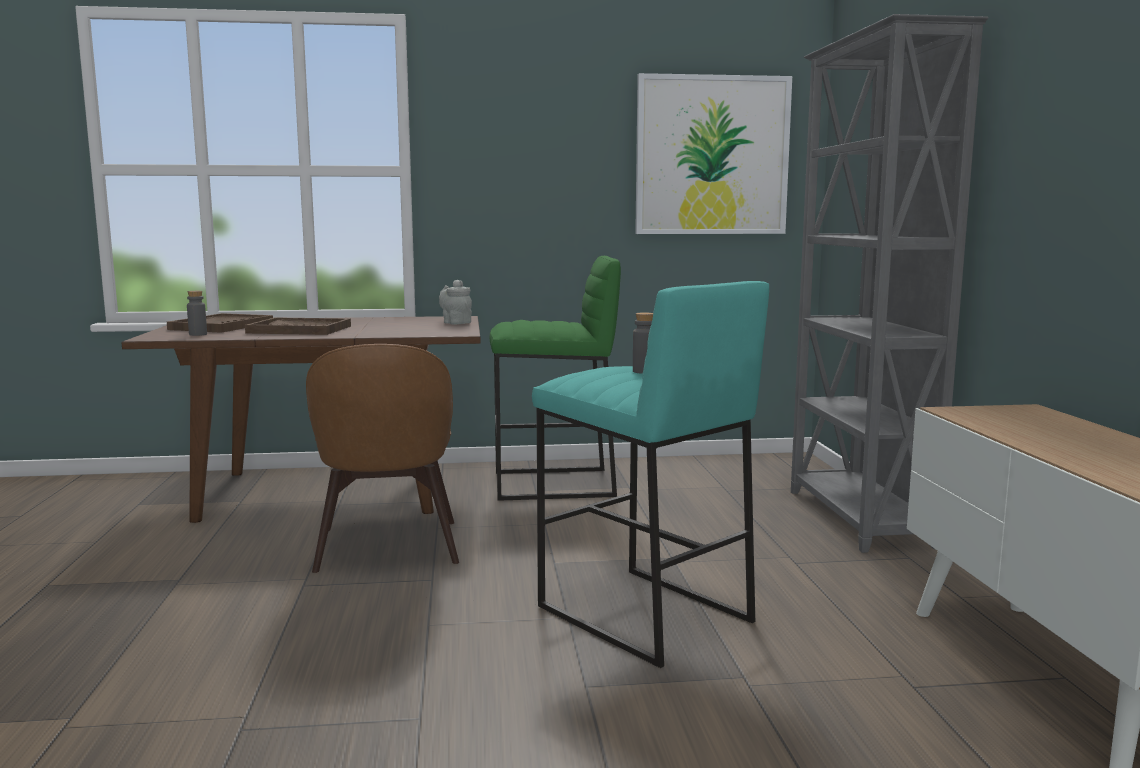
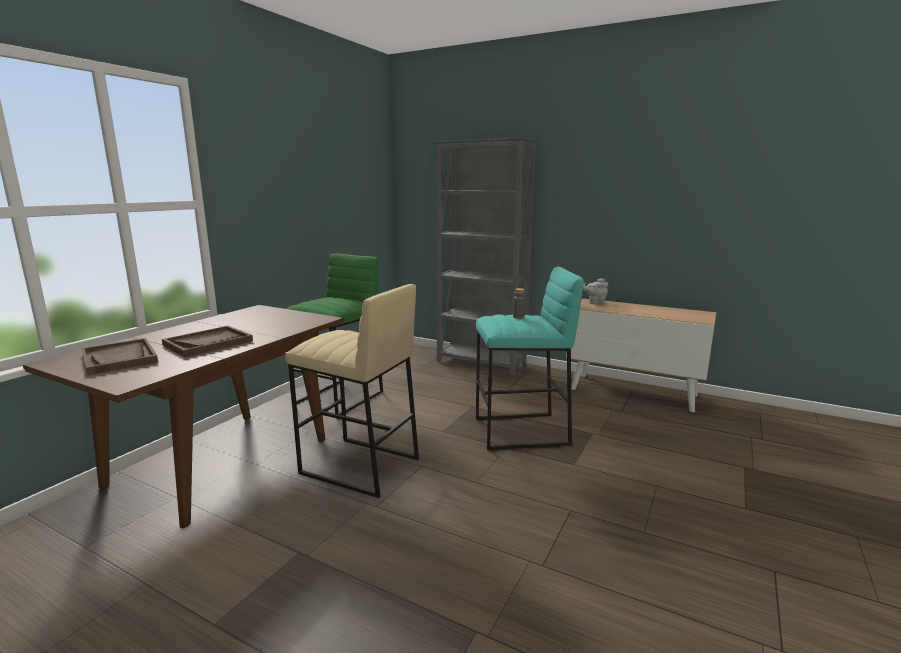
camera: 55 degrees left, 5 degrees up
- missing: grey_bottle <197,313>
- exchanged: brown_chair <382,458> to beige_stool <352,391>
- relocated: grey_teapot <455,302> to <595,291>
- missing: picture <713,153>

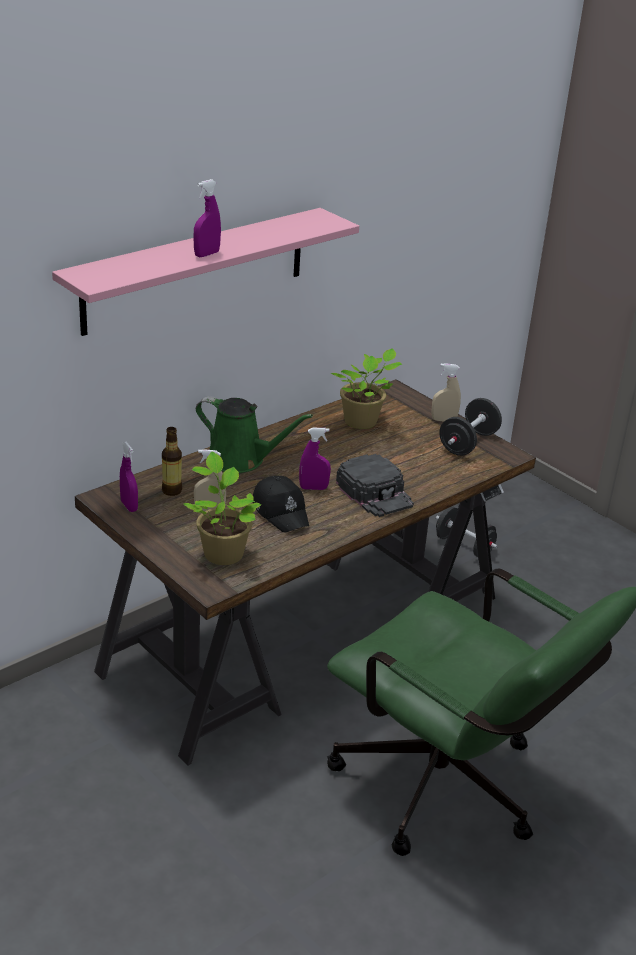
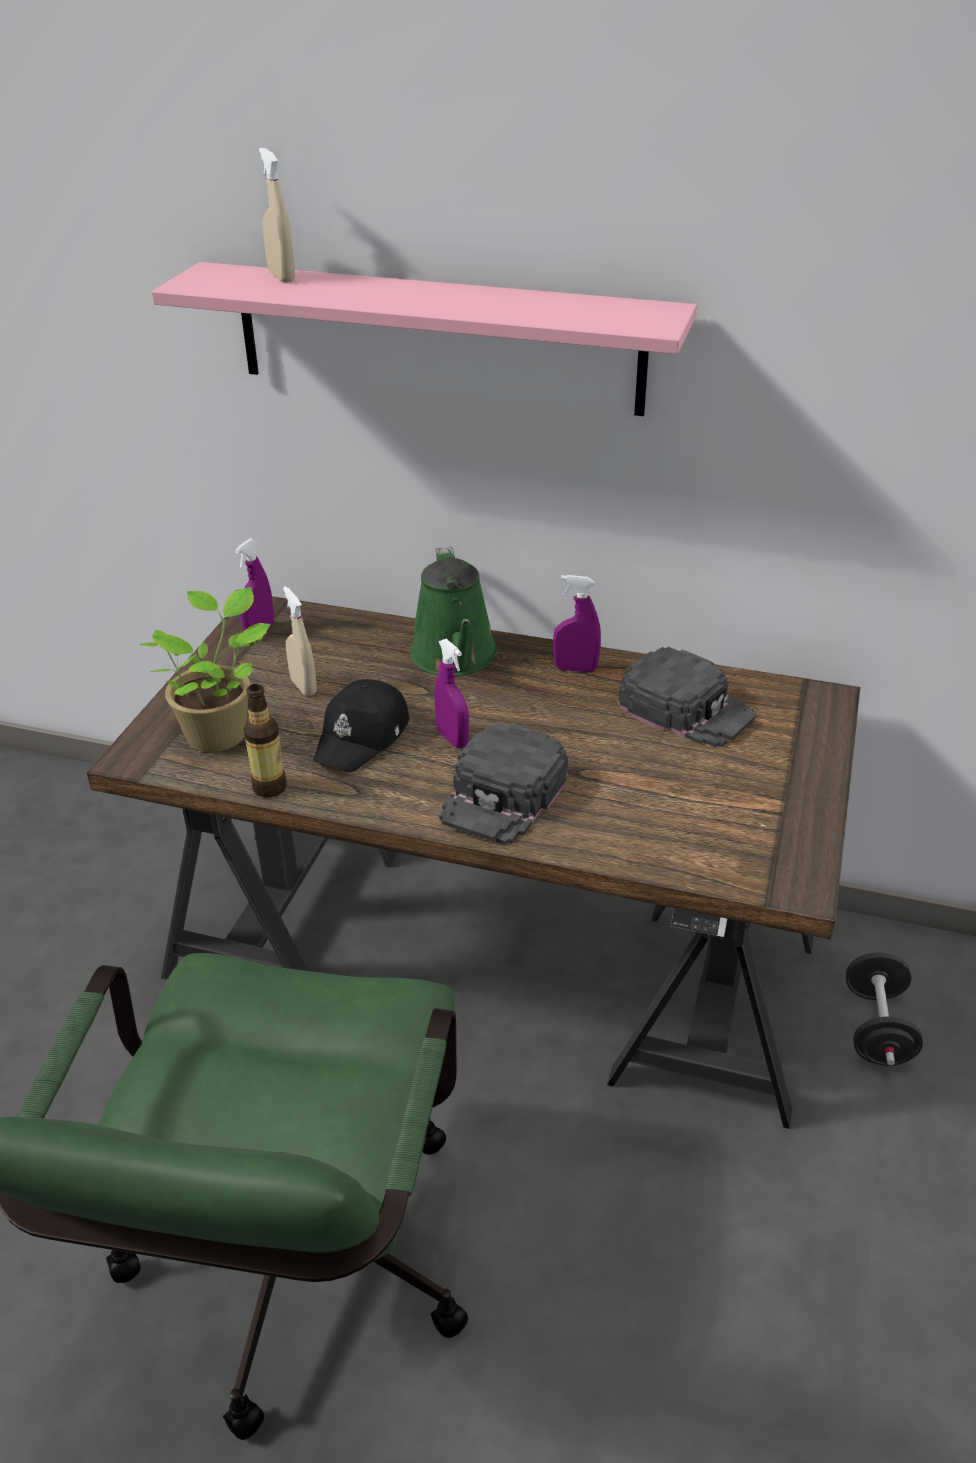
camera: 60 degrees right, 5 degrees up
- relocated: bottle <172,461> to <264,741>
- relocated: purple_spray_bottle <207,218> to <577,623>
- exchanged: potted_plant <366,388> to black_cap <687,697>
- relocated: beige_spray_bottle <446,392> to <277,215>
- missing: black_dumbbell <470,427>

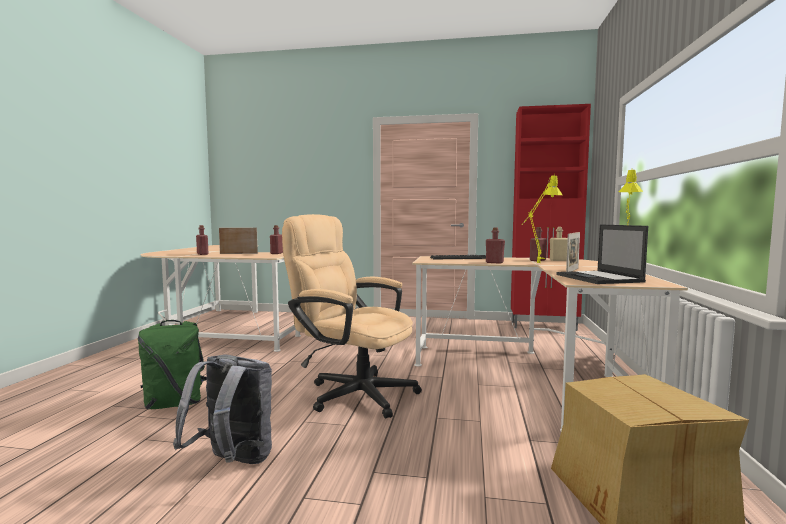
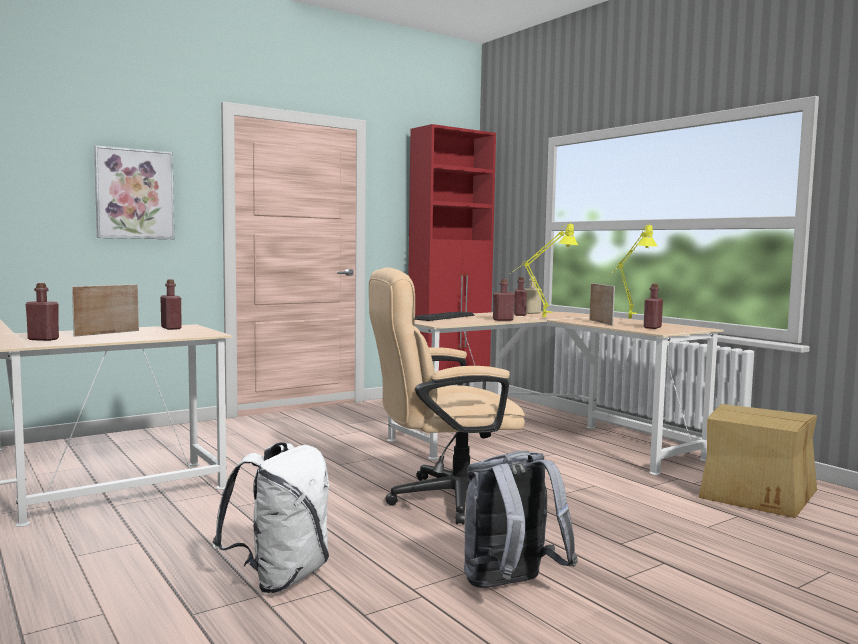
camera: 45 degrees left, 0 degrees up
- colour: green_backpack <172,364> to white_backpack <270,517>
- exchanged: laptop <602,254> to red_bottle <653,306>
- appeared: picture <134,192>

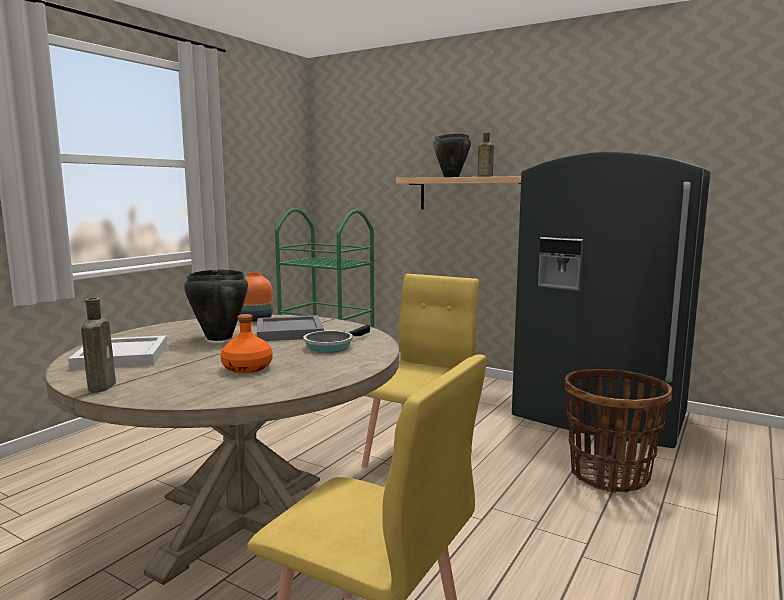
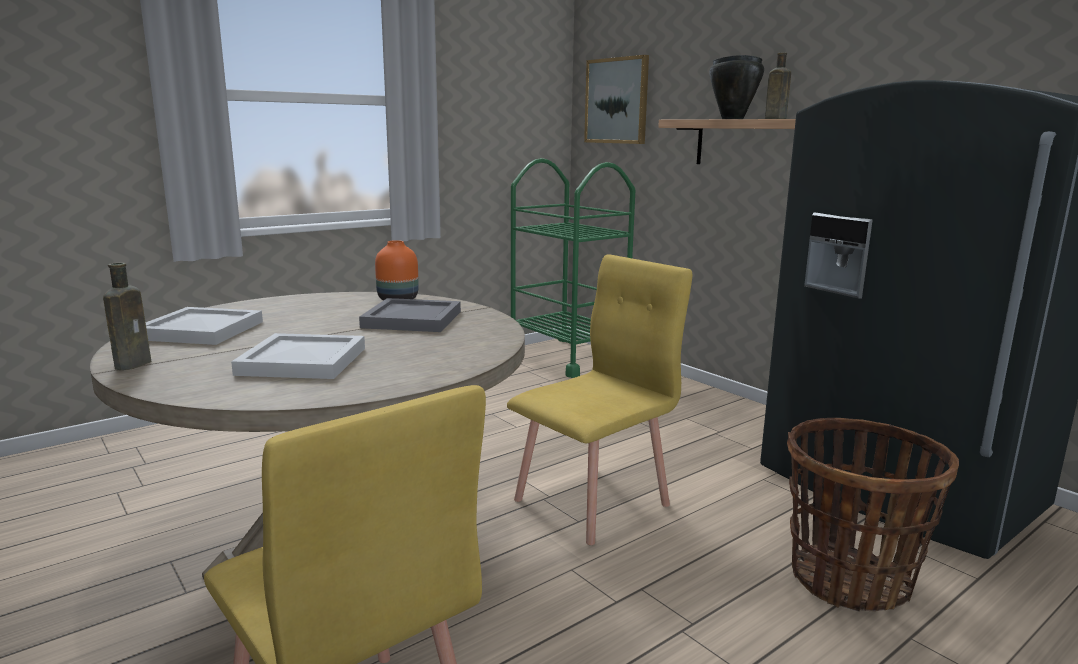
camera: 20 degrees right, 5 degrees up
- missing: black_cooking_pot <216,305>
- exchanged: orange_bottle <246,343> to white_tray <298,356>
- missing: frying_pan <336,339>
- appeared: picture <616,99>

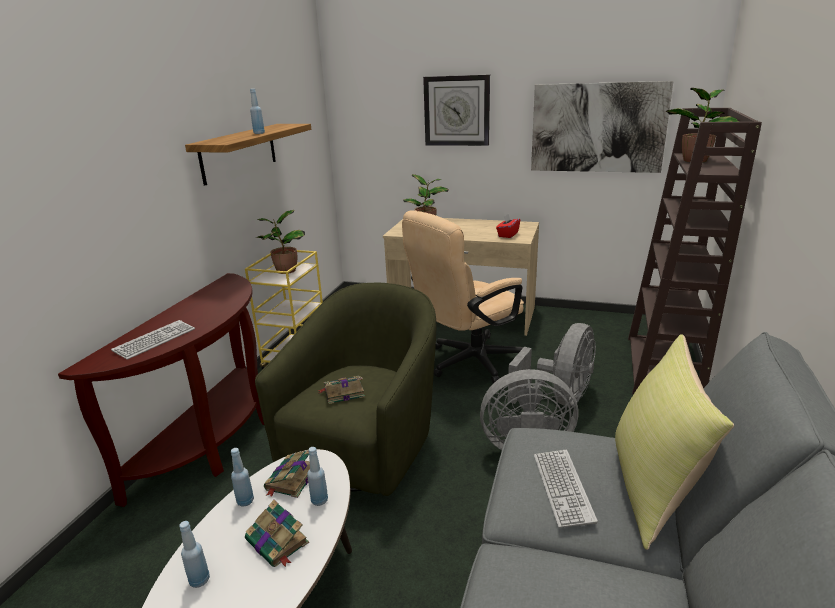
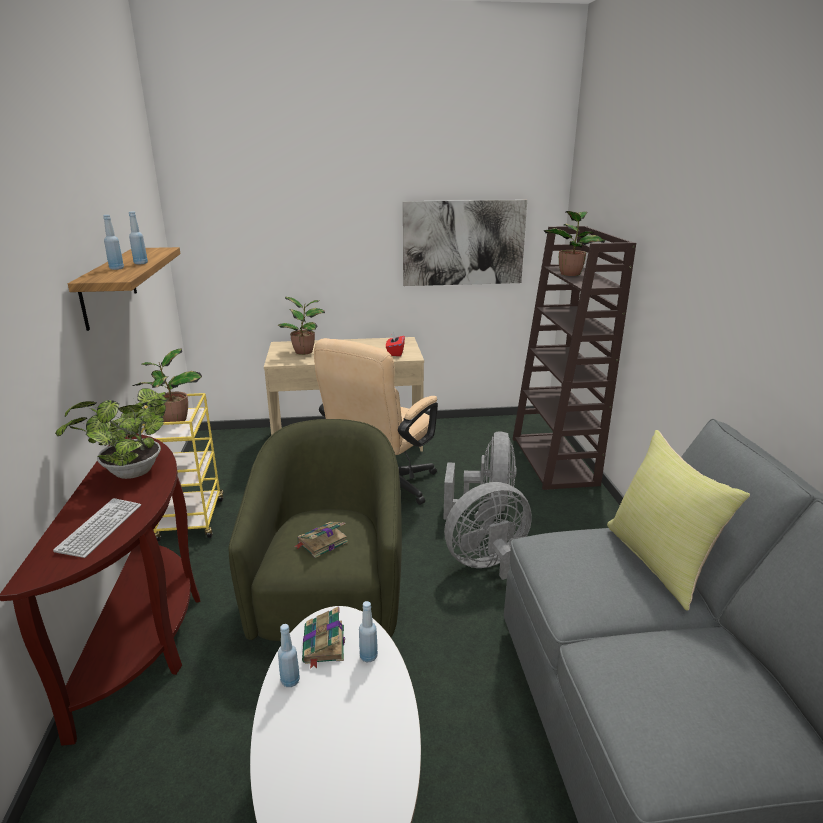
camera: 25 degrees left, 0 degrees up
- relocated: blue_bottle <194,554> to <113,242>
- missing: book <277,533>
- missing: wall_clock <456,110>
- missing: keyboard <566,489>
- appeared: potted_plant <111,433>

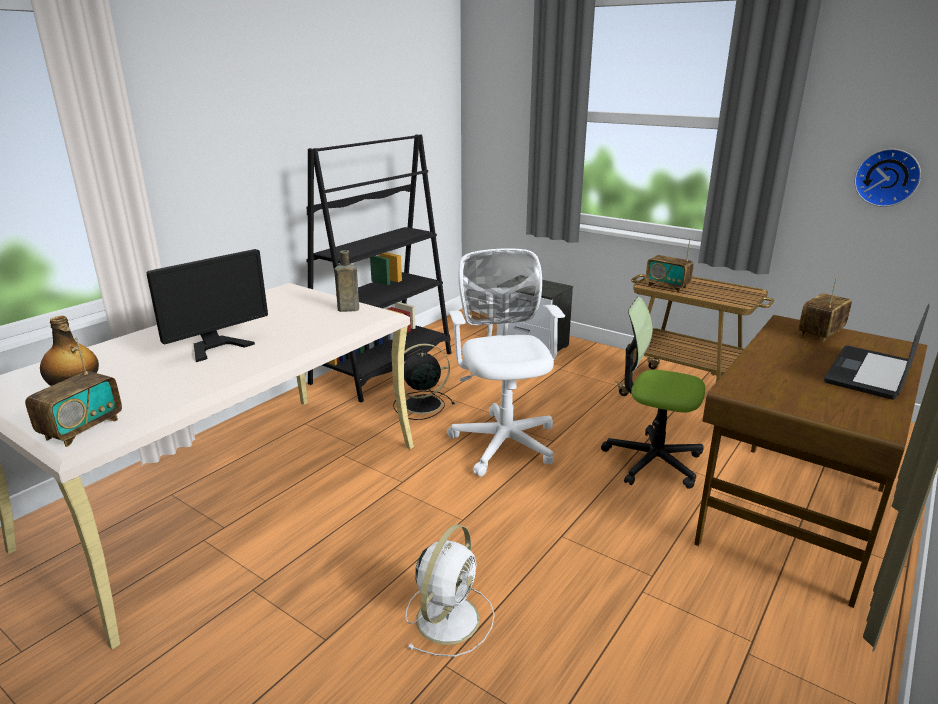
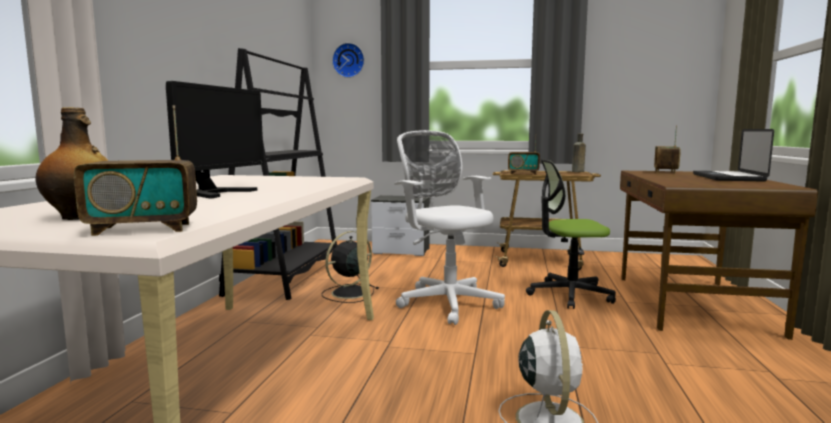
camera: 25 degrees left, 15 degrees down
- spun: radio <73,392> = <135,170> 75 degrees clockwise
- relocated: brown_bottle <346,281> to <579,153>
- relocated: wall_clock <887,178> to <348,60>

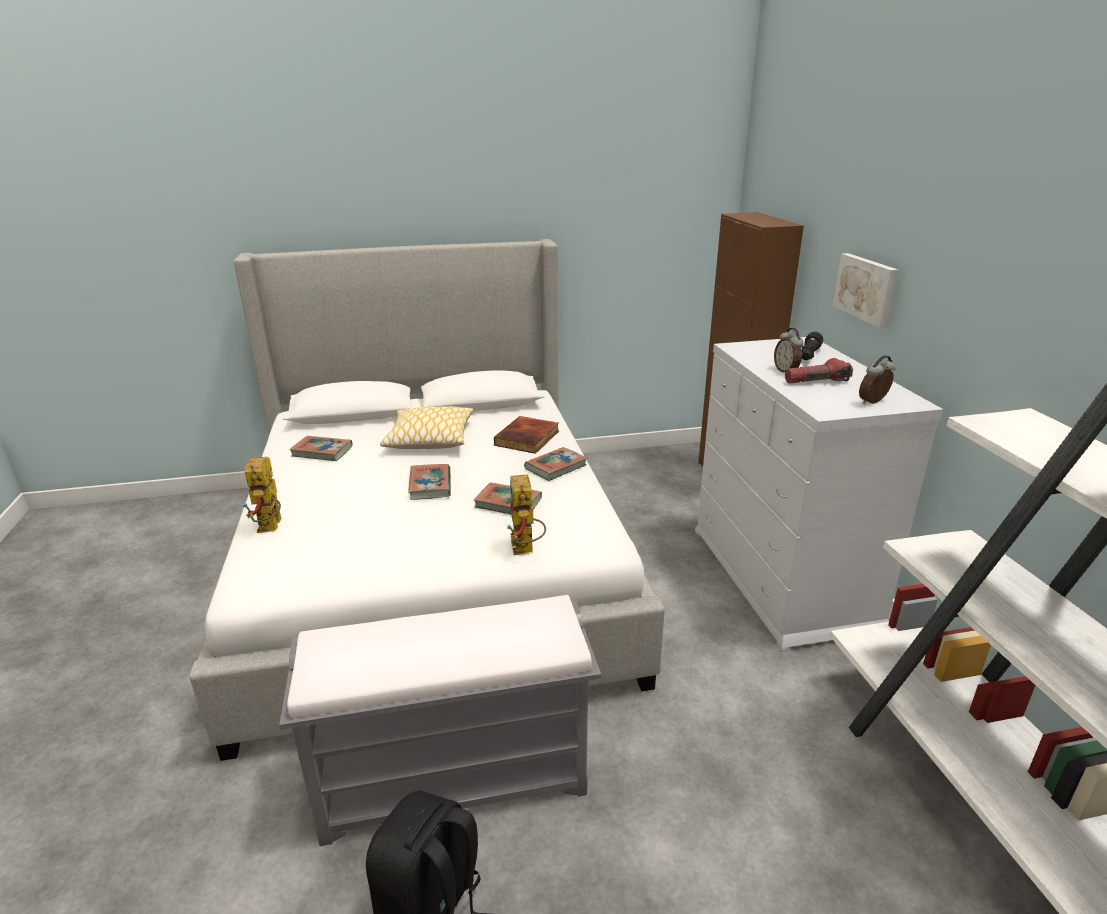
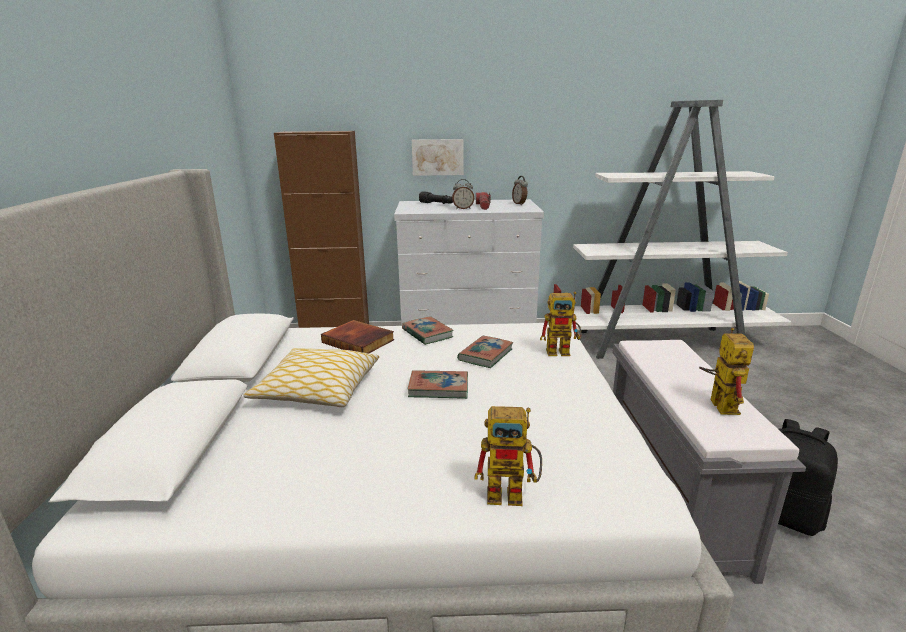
camera: 80 degrees left, 5 degrees down
- missing: book <321,448>
- appeared: toy_robot <726,371>

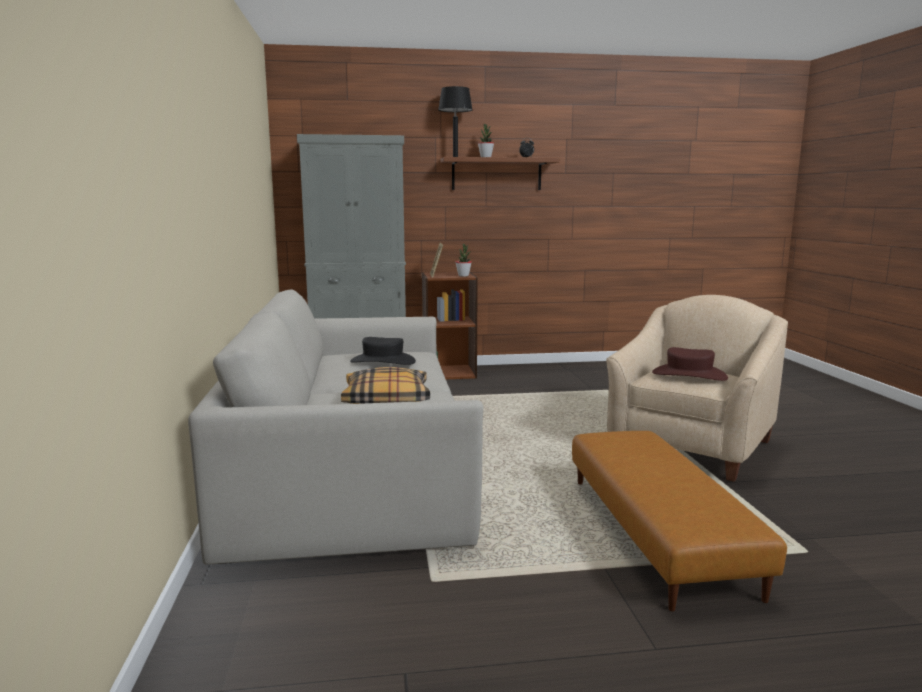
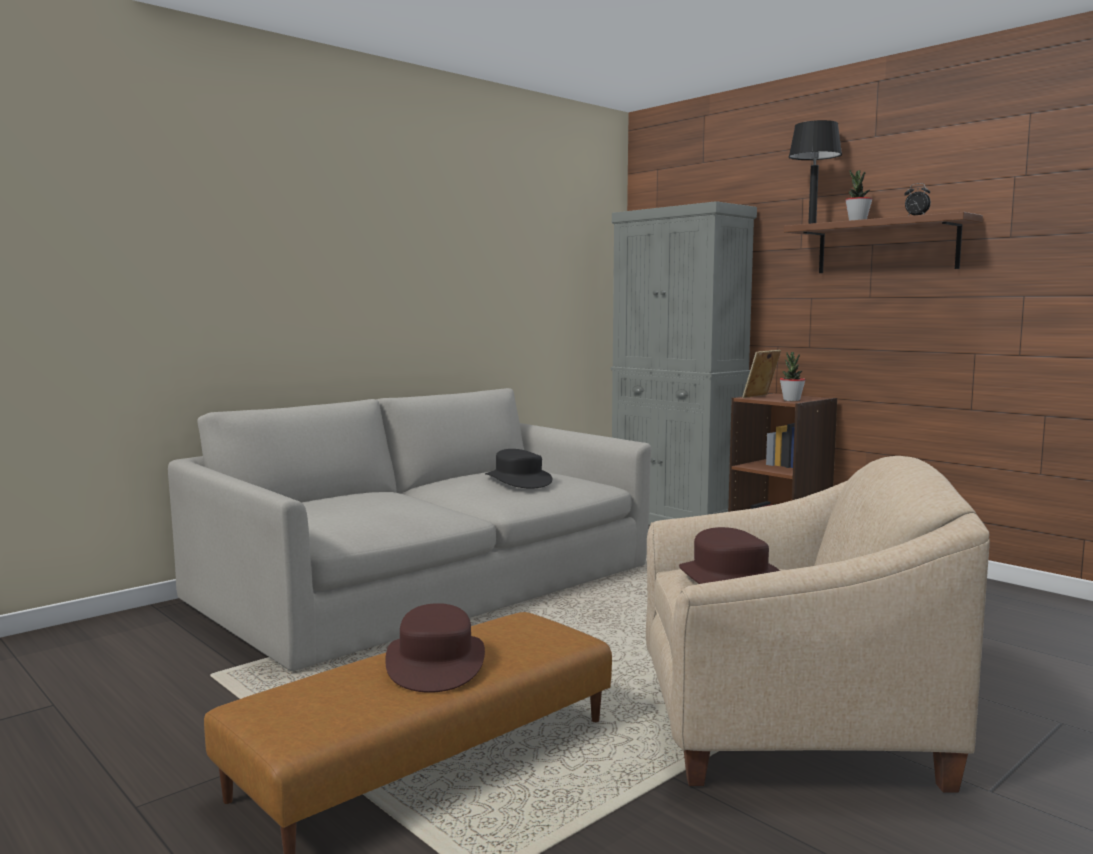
camera: 55 degrees right, 5 degrees down
- missing: pillow <385,385>
- appeared: brown_hat <435,648>

